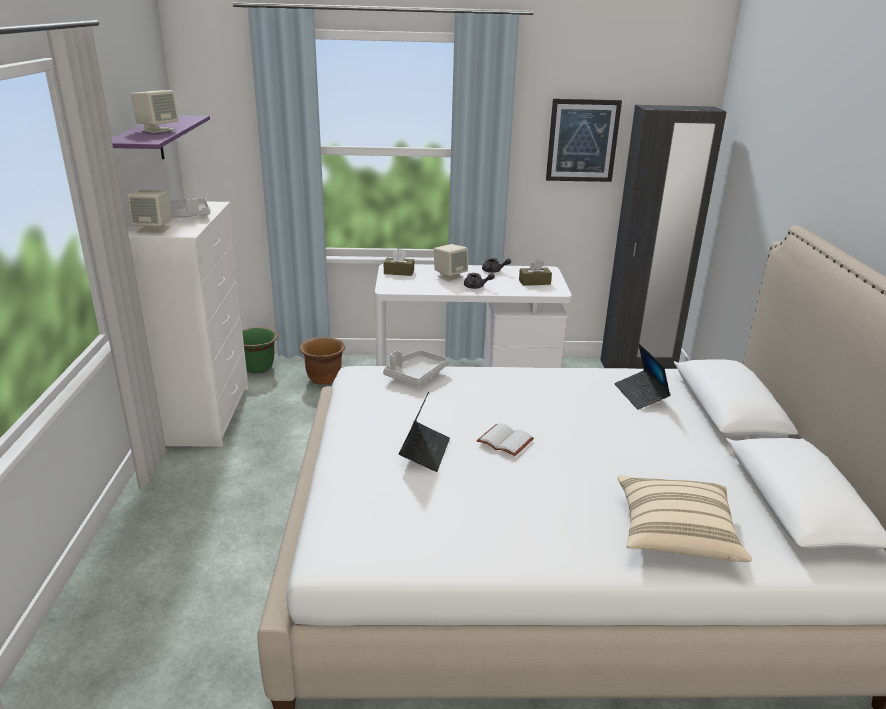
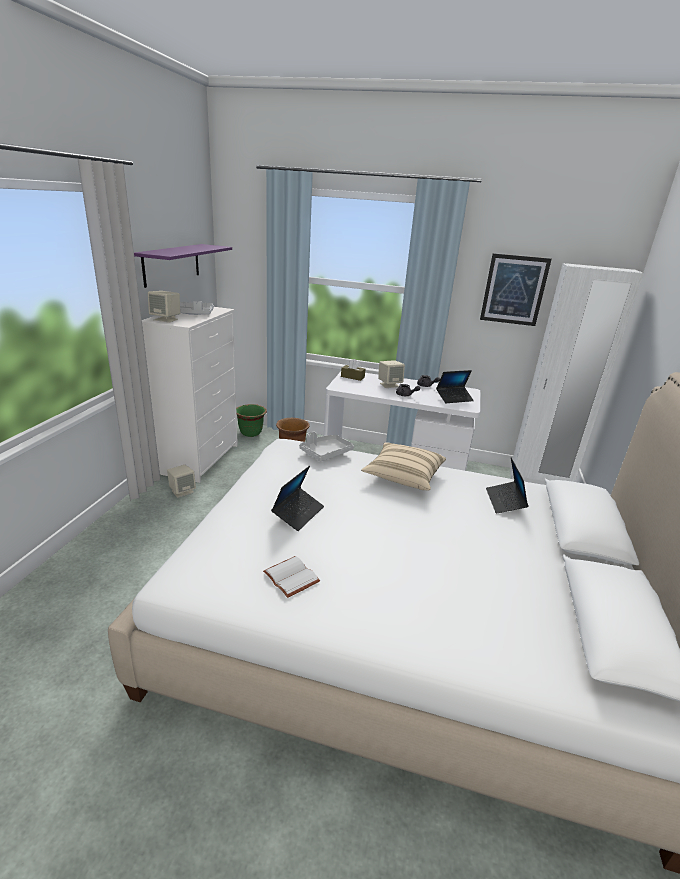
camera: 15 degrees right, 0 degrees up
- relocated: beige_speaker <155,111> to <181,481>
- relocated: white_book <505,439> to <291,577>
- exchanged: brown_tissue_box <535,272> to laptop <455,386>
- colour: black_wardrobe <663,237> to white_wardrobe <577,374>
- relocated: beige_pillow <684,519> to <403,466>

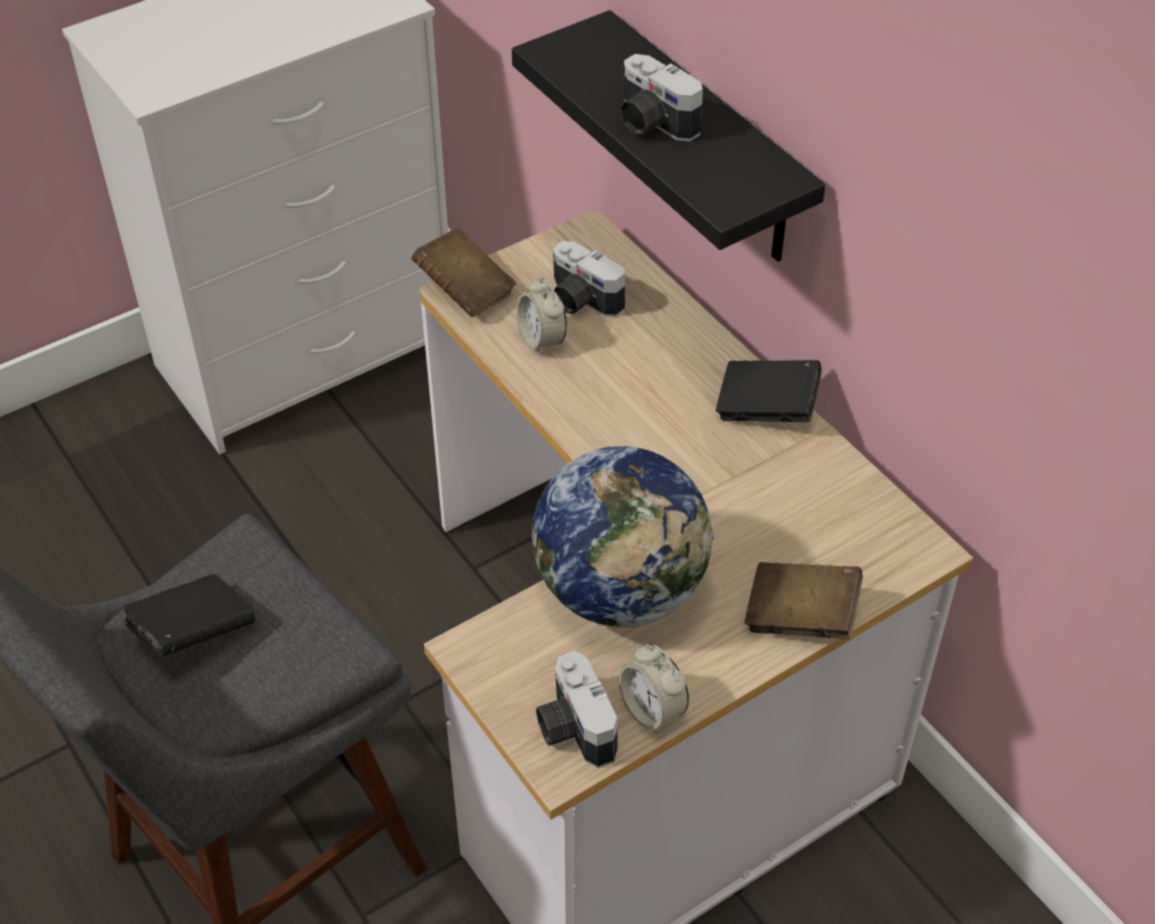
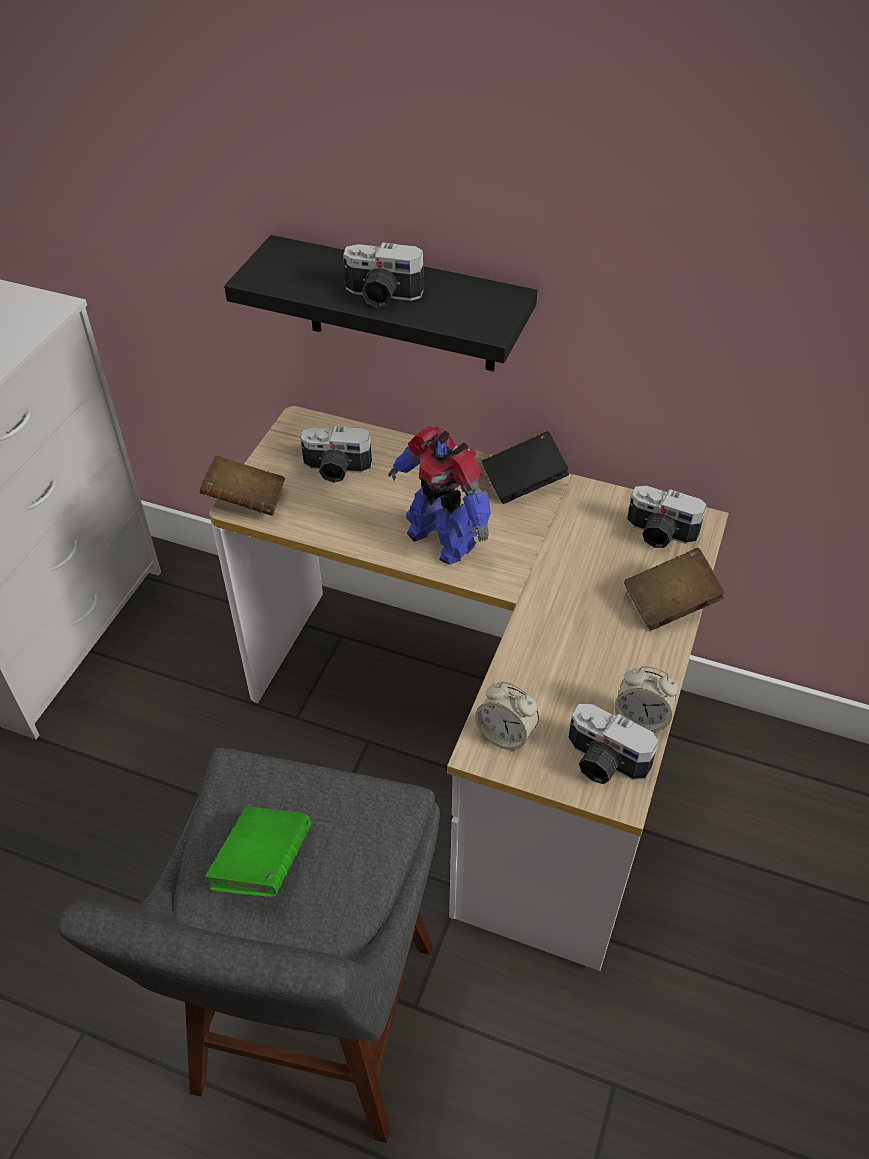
camera: 35 degrees left, 0 degrees up
- colour: black_book <188,615> to green_book <258,852>
- relocated: alarm_clock <542,316> to <507,716>
- missing: globe <623,536>
- appeared: toy_robot <439,495>
- appeared: photo_camera <667,517>

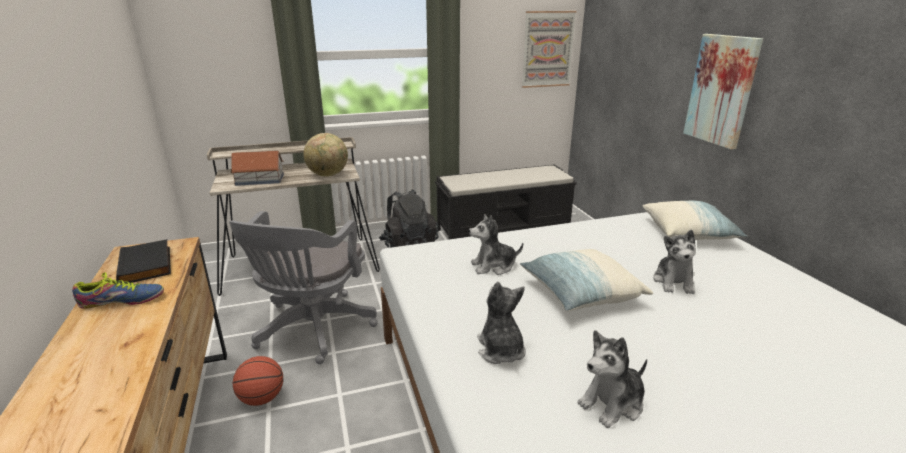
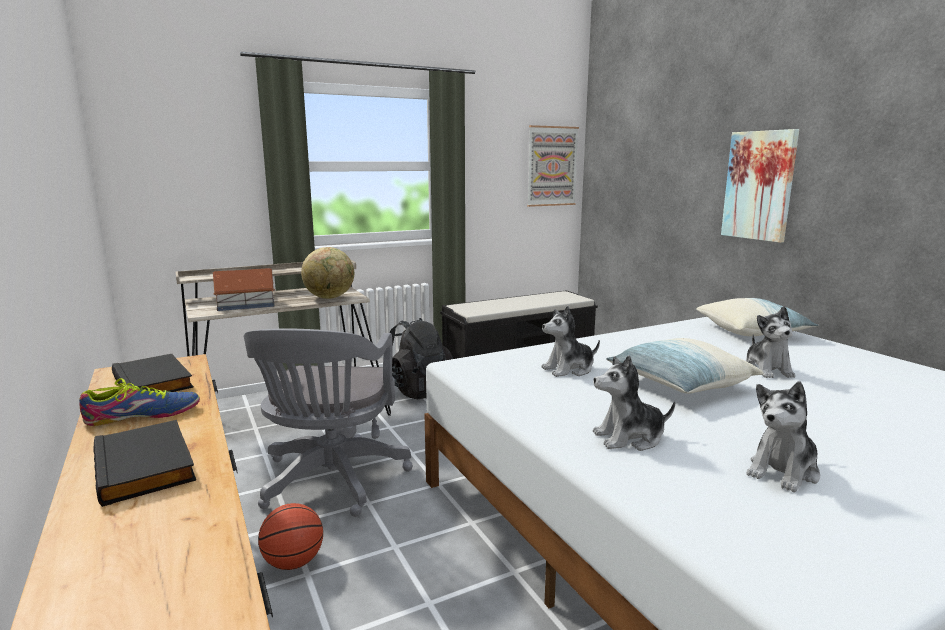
camera: 10 degrees left, 10 degrees down
- spun: plush_toy <501,323> = <634,403> 75 degrees counterclockwise
- appeared: black_book <145,463>

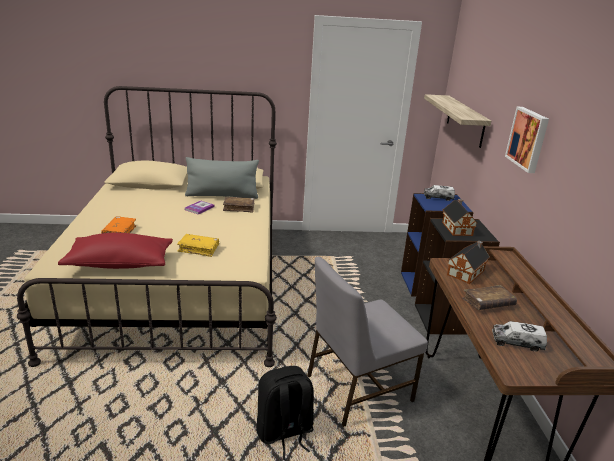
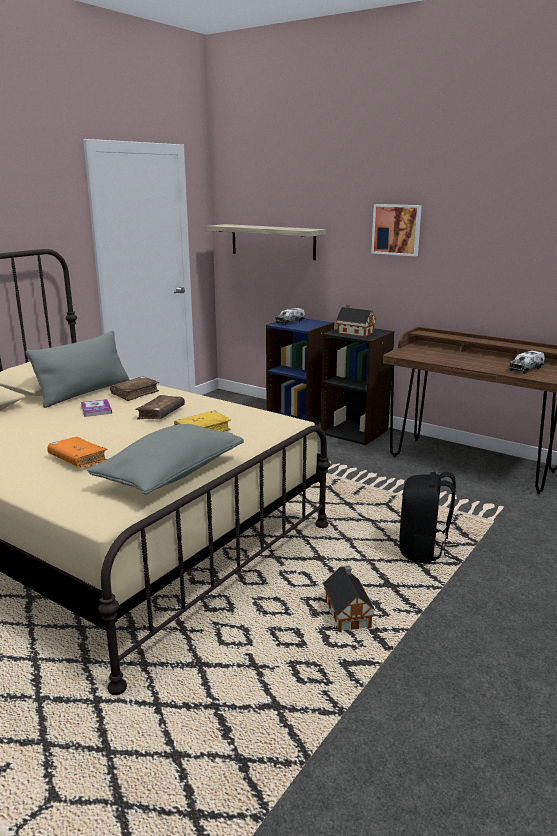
camera: 50 degrees left, 5 degrees down
- colour: red_pillow <115,251> to grey_pillow <165,459>
- missing: grey_chair <367,342>
- relocated: toy_house <468,262> to <349,599>
- relocated: brown_book <489,297> to <160,407>

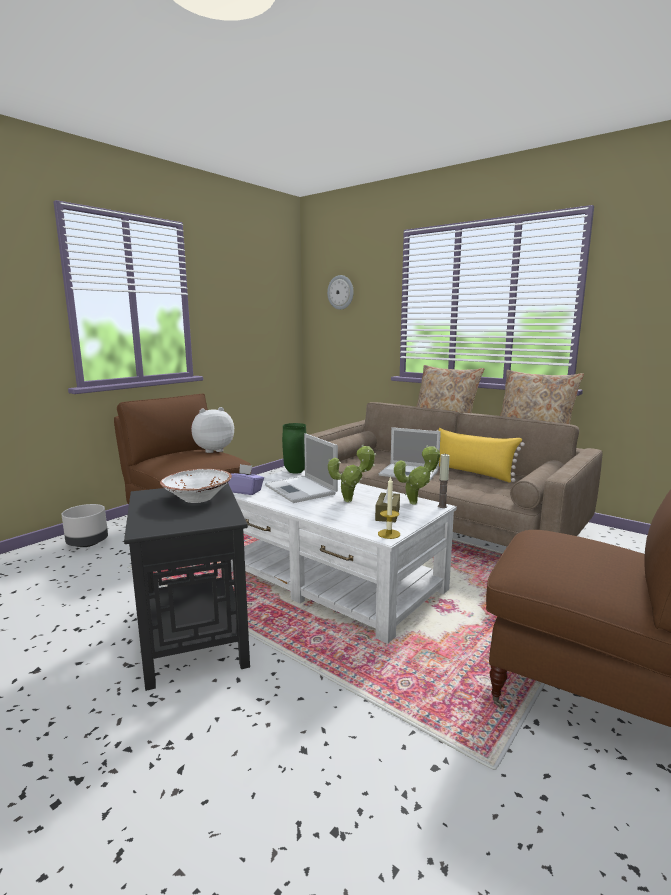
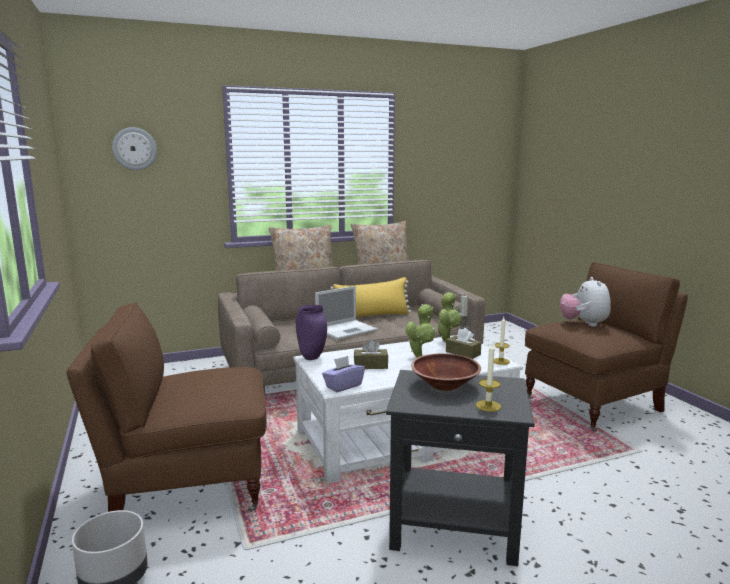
camera: 60 degrees left, 0 degrees up
- colour: white_bowl <196,486> to brown_bowl <446,372>
- relocated: plush_toy <212,430> to <585,302>
- exchanged: laptop <301,468> to brown_tissue_box <371,354>
- colour: green_vase <294,448> to purple_vase <311,332>
- appeared: candle <488,377>

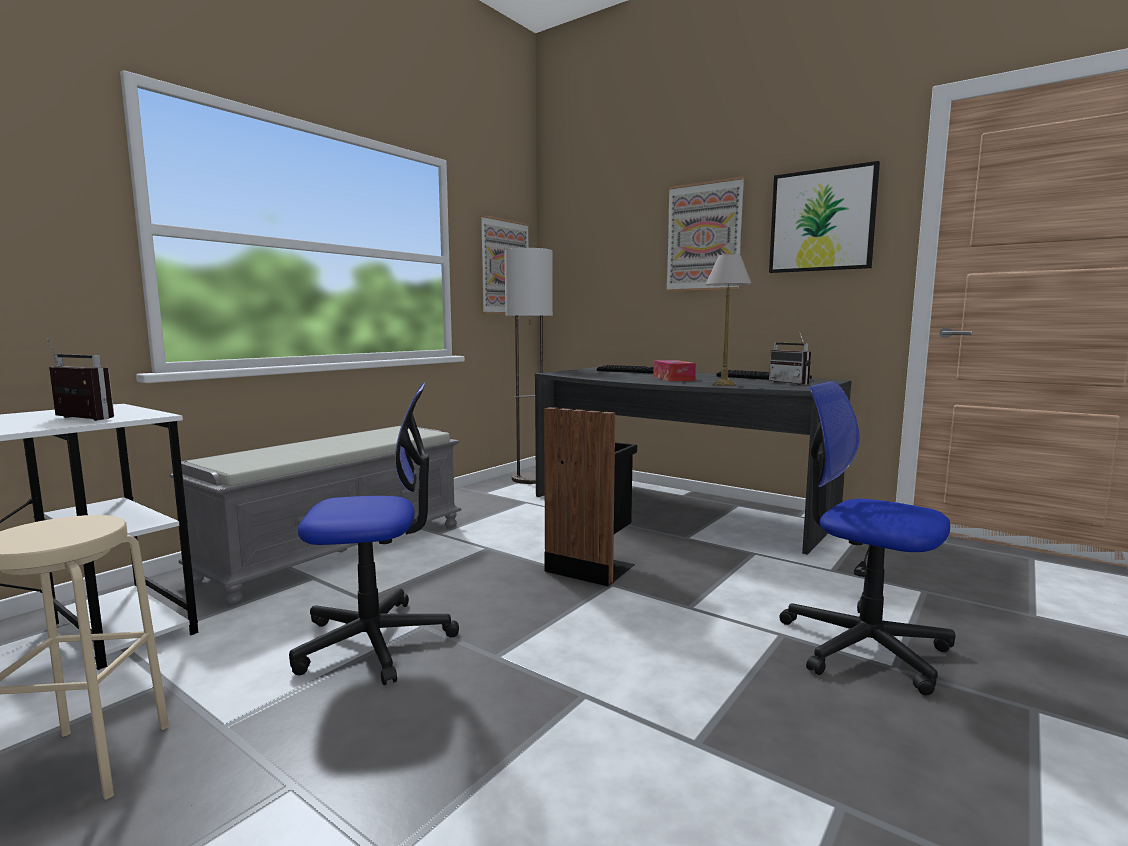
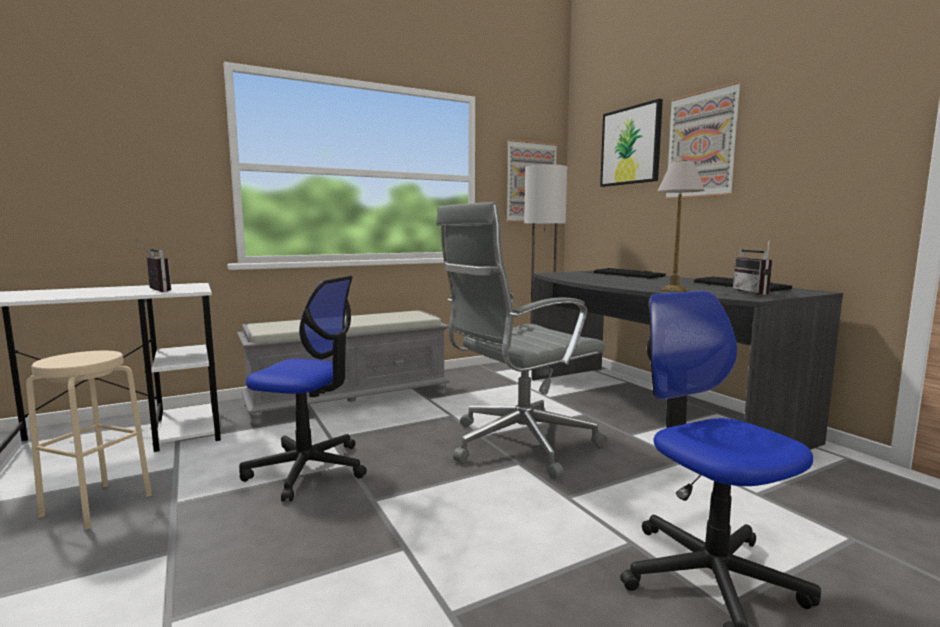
camera: 25 degrees right, 0 degrees up
- exchanged: black_trash_can <590,497> to grey_office_chair <521,340>
- missing: tissue_box <674,370>
- relocated: picture <824,217> to <631,143>

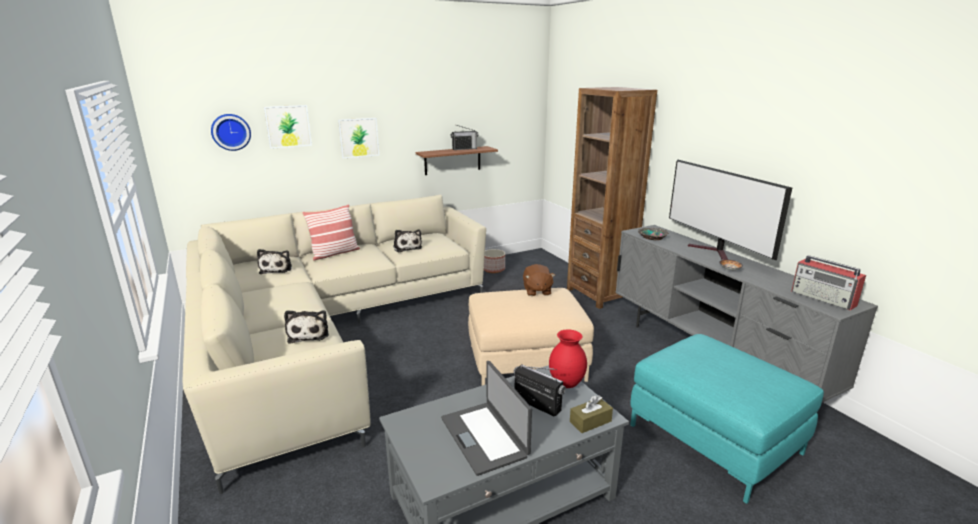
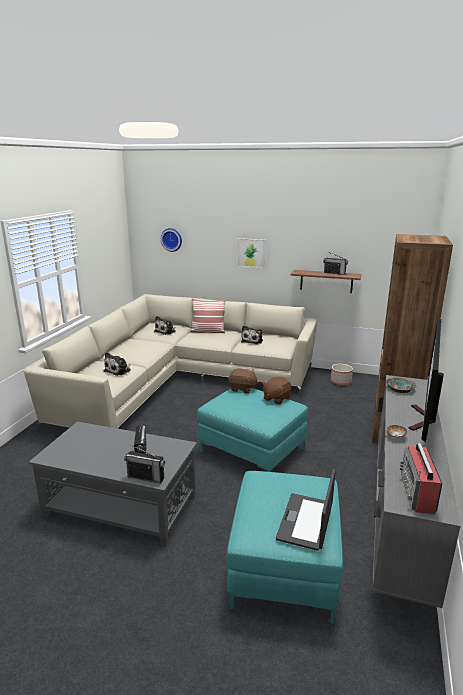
camera: 45 degrees right, 0 degrees up
- missing: picture <288,127>
- relocated: laptop <486,418> to <306,510>
- colour: beige_ottoman <531,336> to turquoise_ottoman <252,430>
- missing: red_vase <568,358>
- exchanged: brown_tissue_box <591,414> to radio <144,464>
- appeared: brown_plush_toy <243,381>

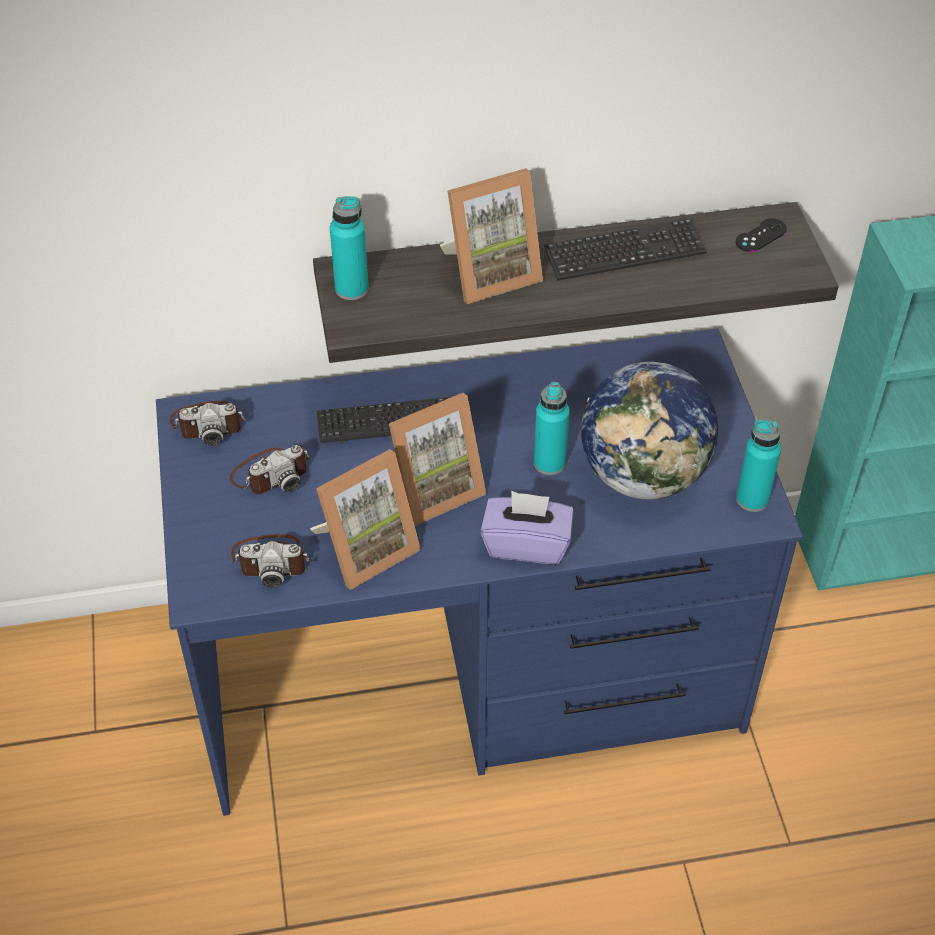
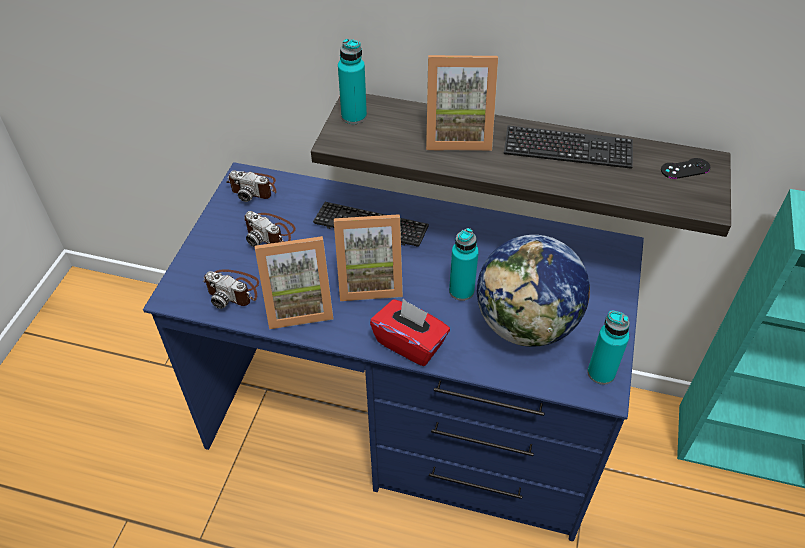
camera: 25 degrees right, 0 degrees up
- spun: photo_camera <270,469> = <270,229> 45 degrees clockwise
- colour: purple_tissue_box <527,527> to red_tissue_box <410,332>

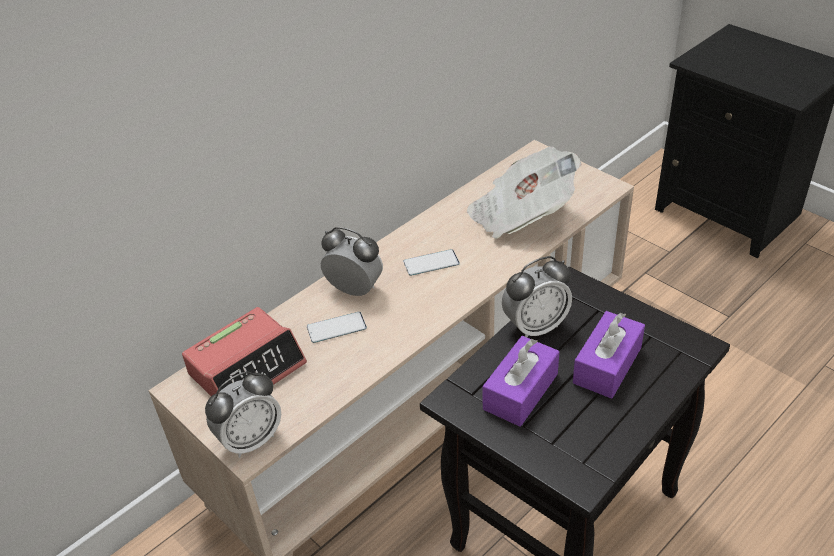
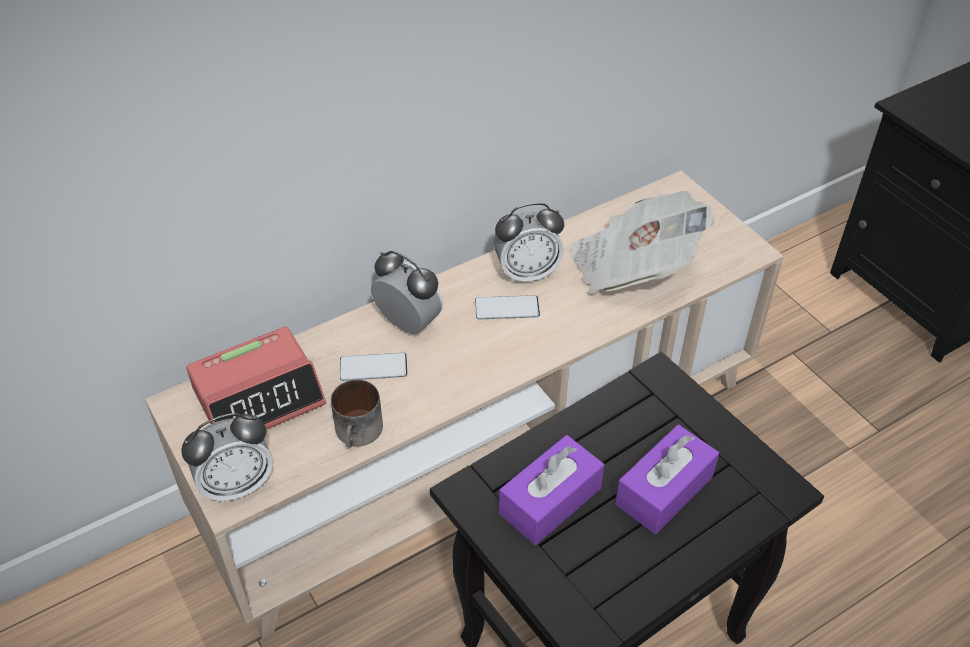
camera: 10 degrees right, 5 degrees up
- relocated: alarm_clock <537,296> to <529,243>
- appeared: mug <357,414>

